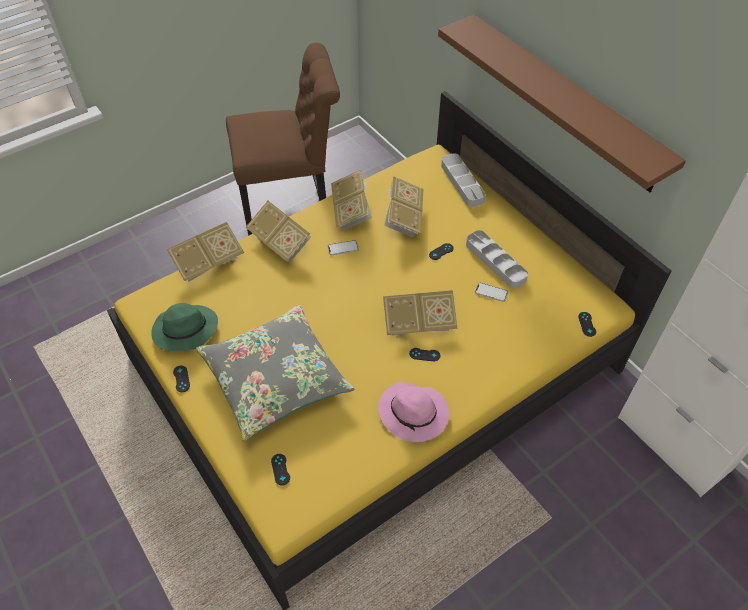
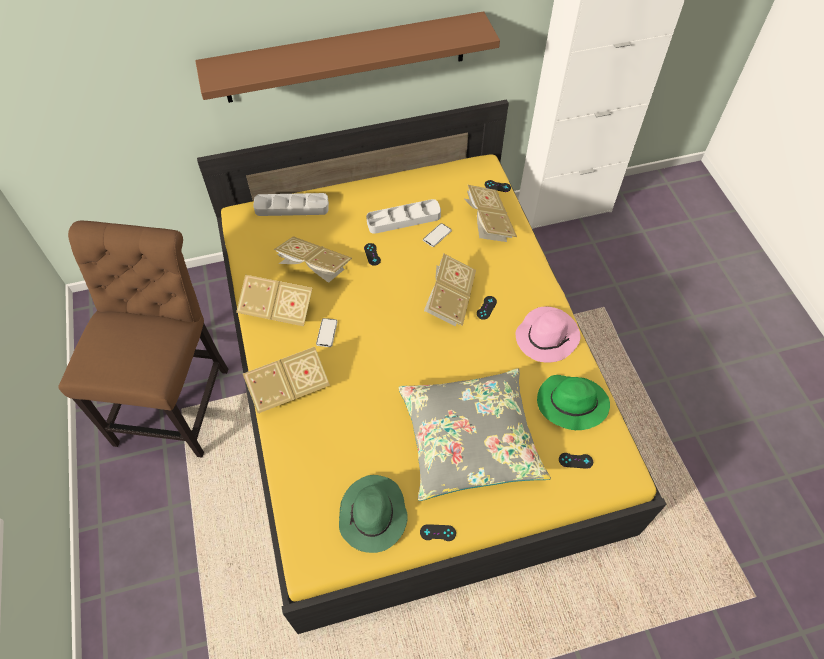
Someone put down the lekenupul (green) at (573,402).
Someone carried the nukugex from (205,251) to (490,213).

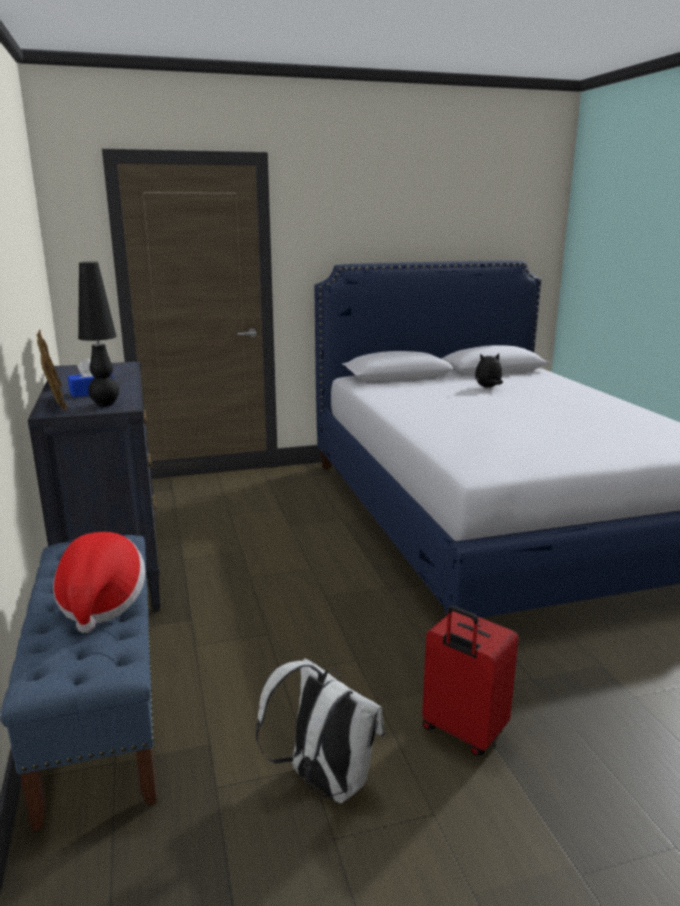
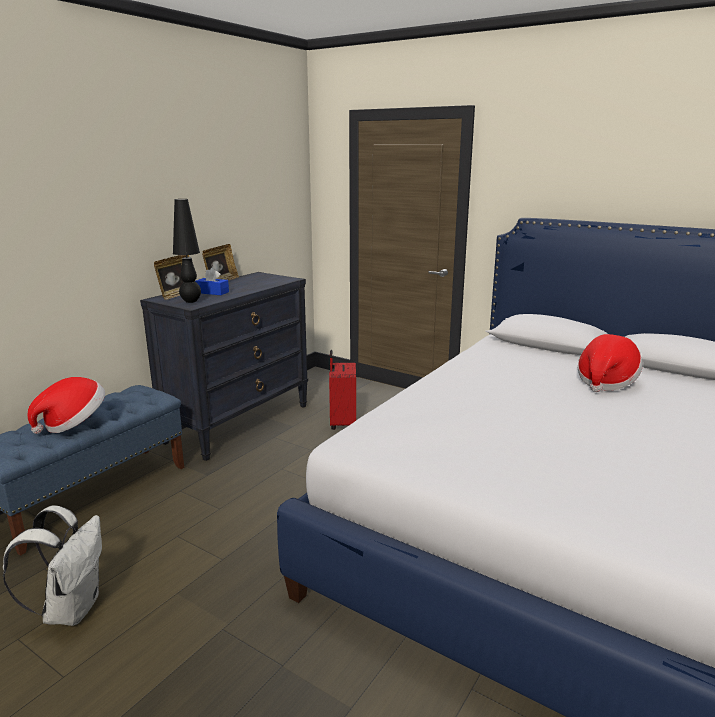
Someone carried the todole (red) from (470,680) to (342,390).
Someone swapped the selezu at (489,370) for the lekenupul at (610,363).

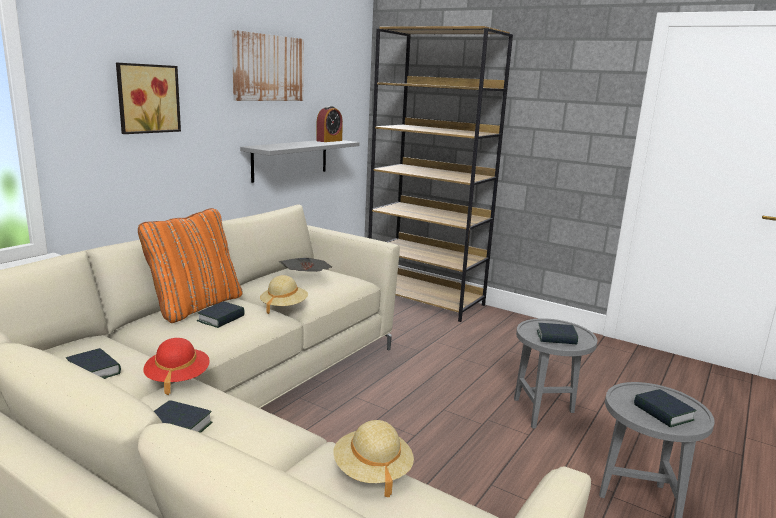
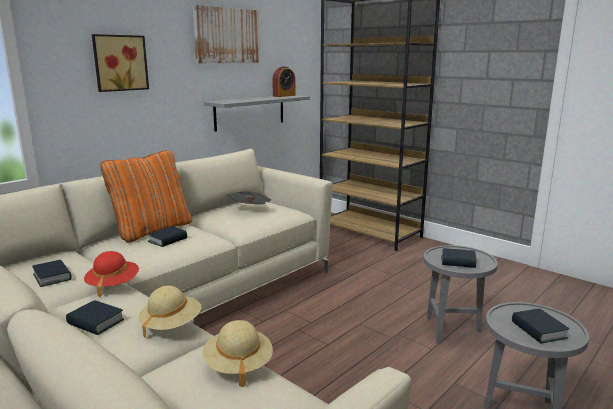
Someone carried the lekenupul (beige) from (284,294) to (170,312).

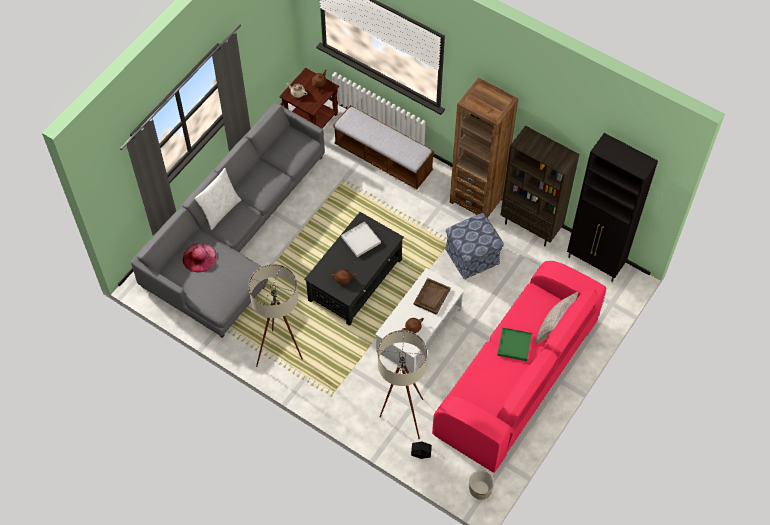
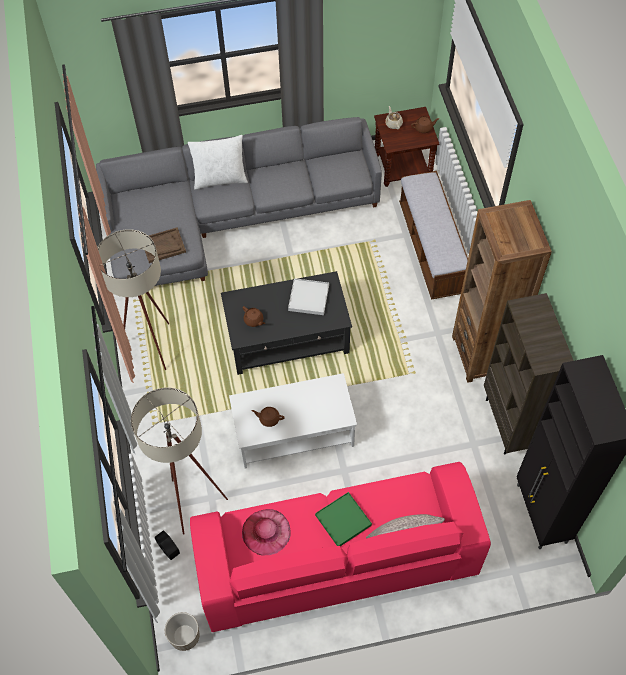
Someone took away the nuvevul at (474,246).
Someone carried the lekenupul (pink) from (200,257) to (266,532).
Someone carried the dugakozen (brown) from (432,296) to (165,245).

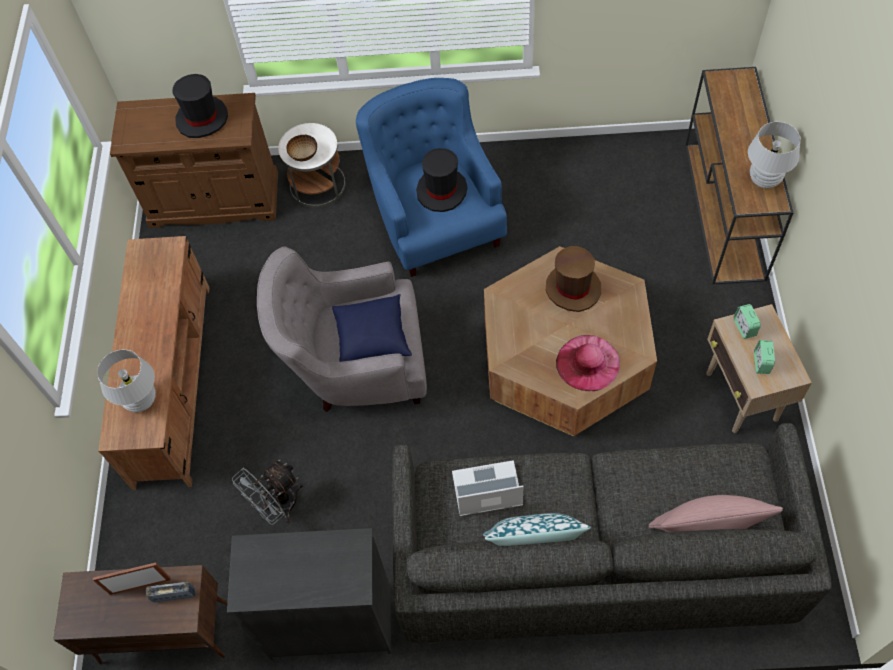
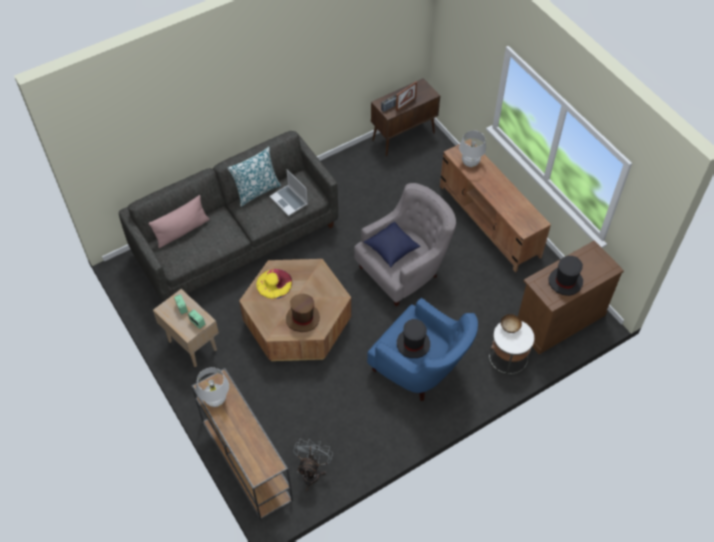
Someone took away the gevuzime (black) at (309,594).
Someone carried the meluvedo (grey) from (267,492) to (313,464).
Someone repainted the lekenupul (pink) at (588,363), which became the lekenupul (yellow) at (274,284).
Someone rotated the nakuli at (487,488) by 90 degrees clockwise.

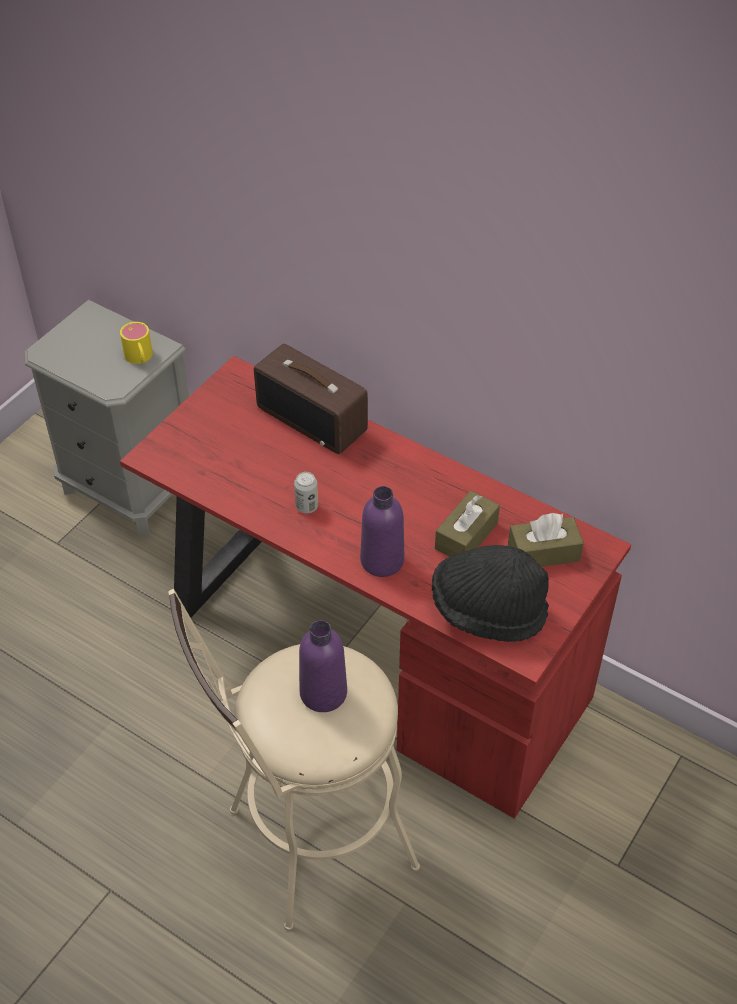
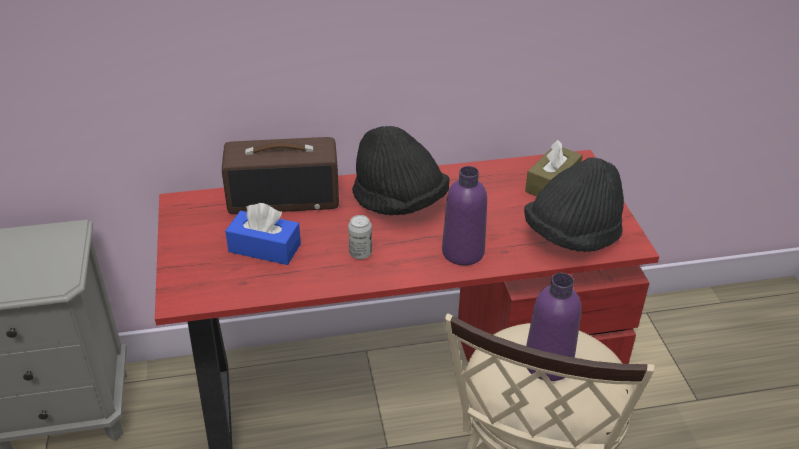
Someone took away the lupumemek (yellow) at (136,343).
Someone took away the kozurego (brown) at (467,524).
Someone put down the kozurego (blue) at (263,234).
Someone put down the lekenupul (black) at (401,170).

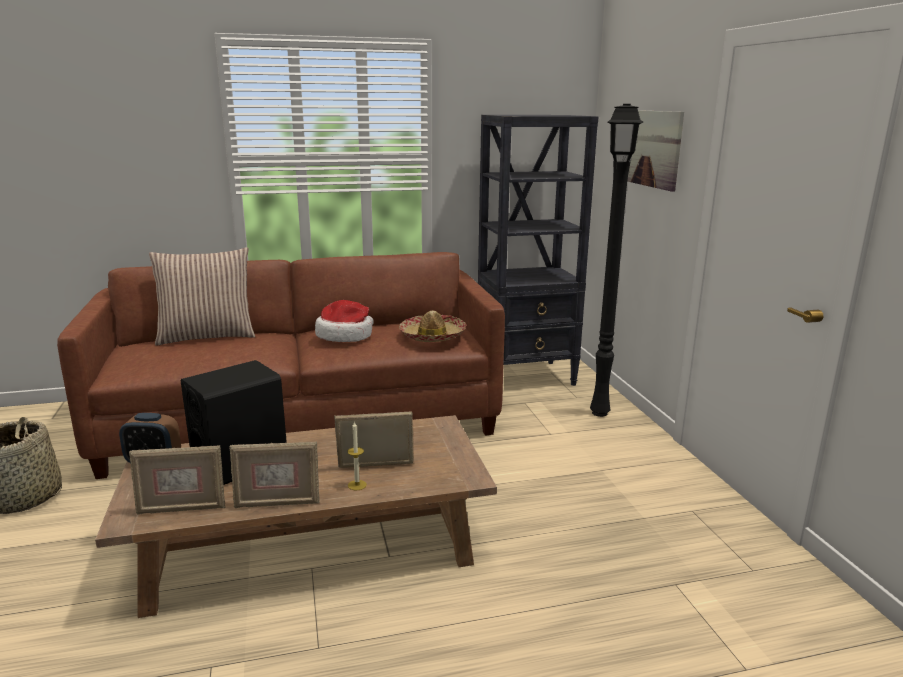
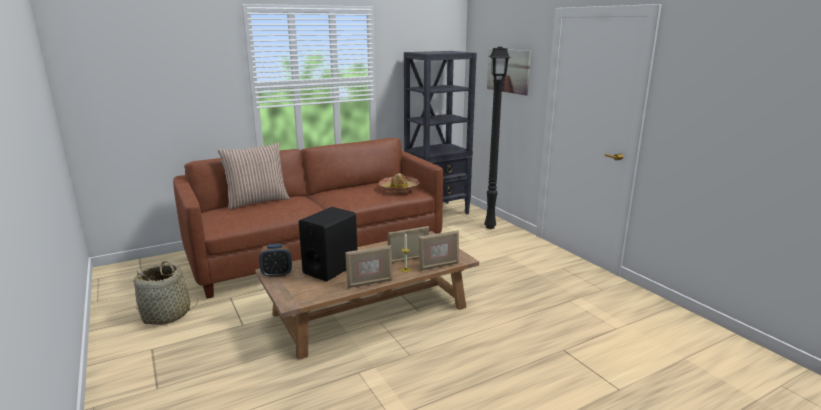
Someone took away the lekenupul at (344,321).
Someone carried the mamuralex from (177,480) to (439,250).

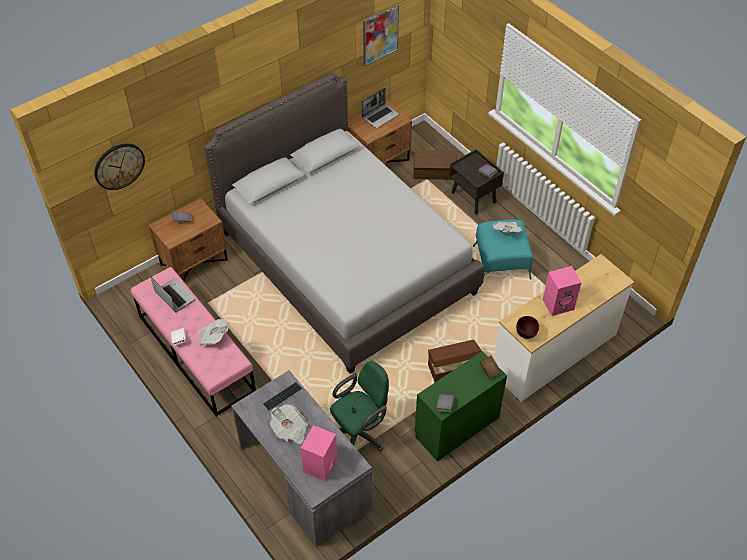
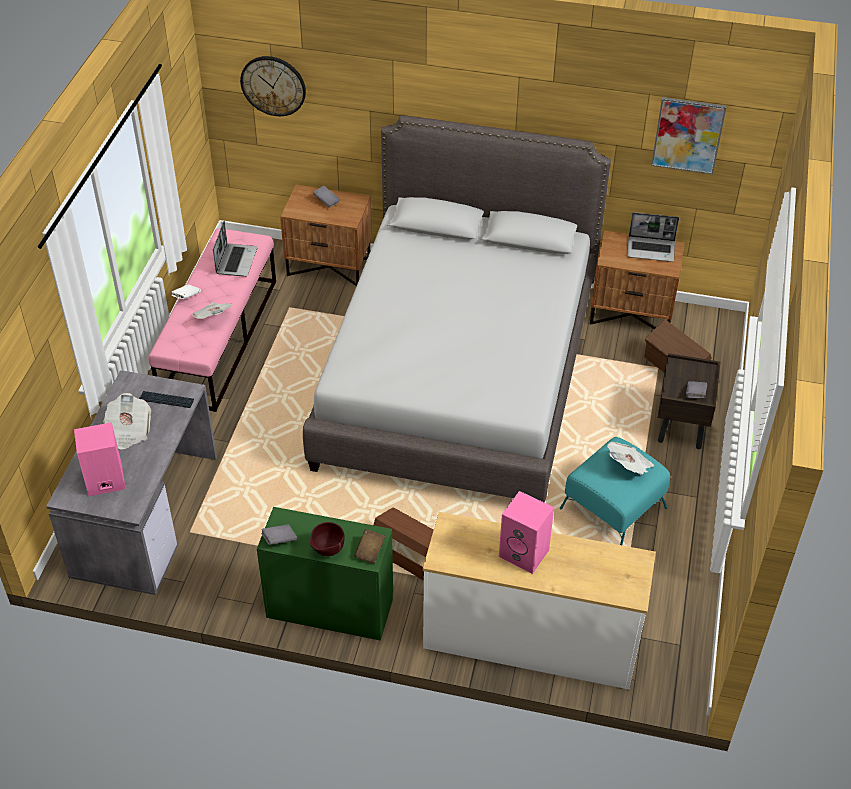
Someone took away the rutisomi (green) at (359,406).
Someone carried the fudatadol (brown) from (527,327) to (327,539).

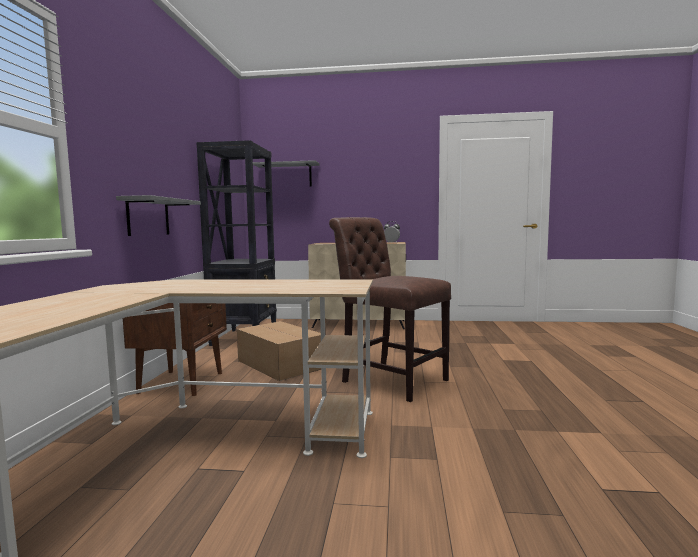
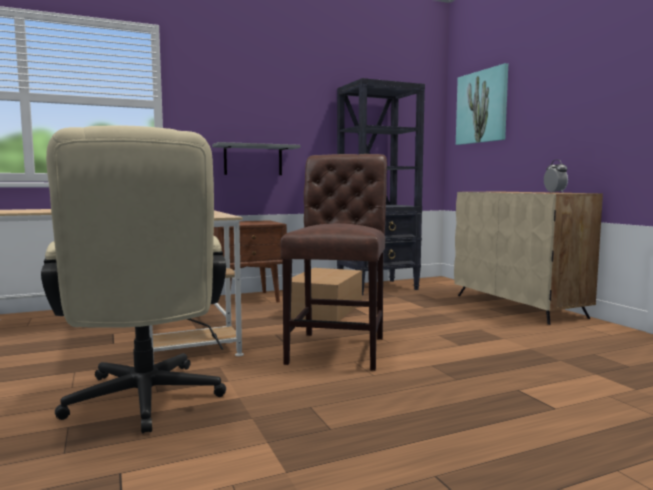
Someone put down the rutisomi (beige) at (133,279).
Someone swapped the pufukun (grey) at (286,173) for the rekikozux at (482,104).

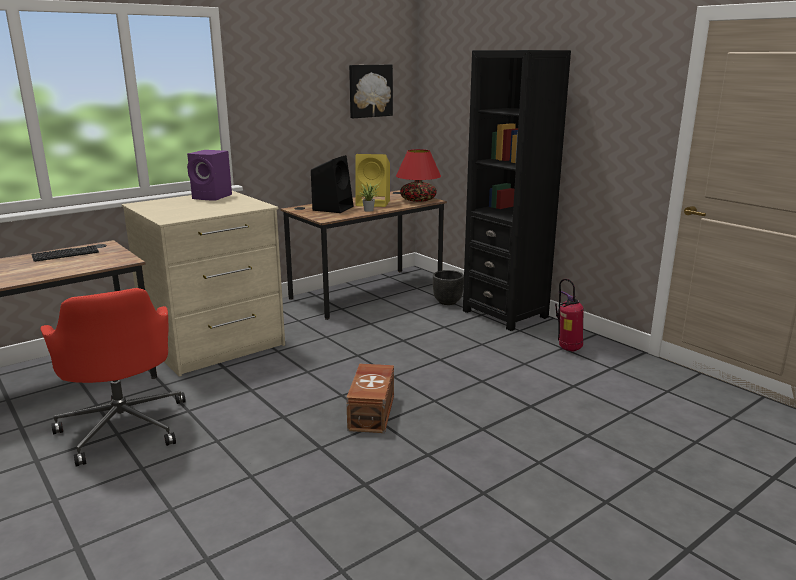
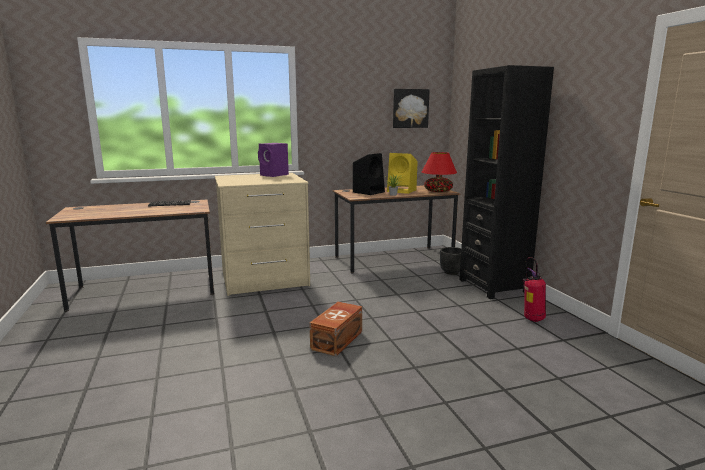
Someone took away the rutisomi (red) at (113,377).

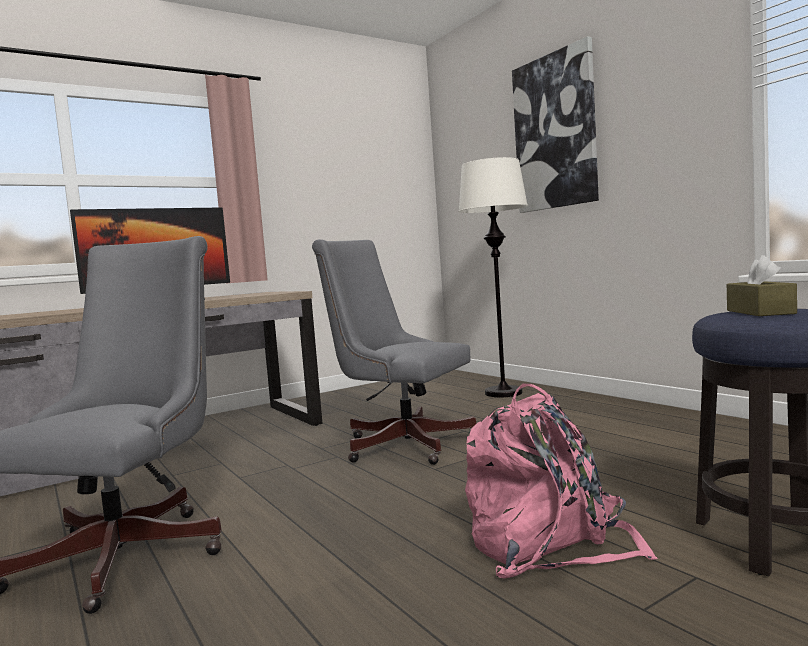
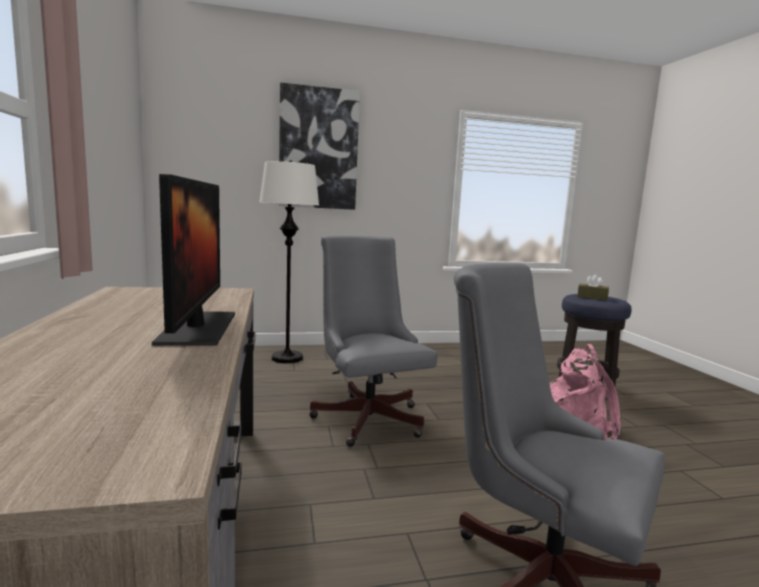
Someone rotated the rutisomi (grey) at (394,352) by 105 degrees clockwise.

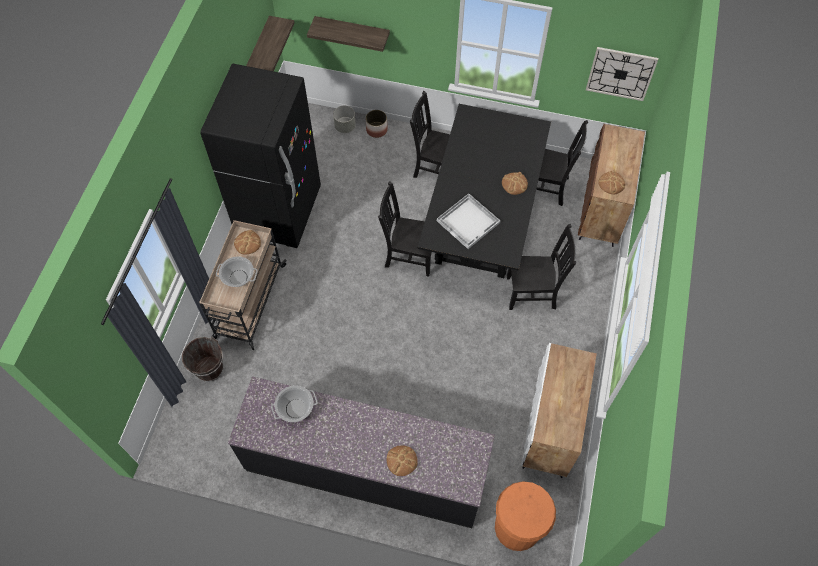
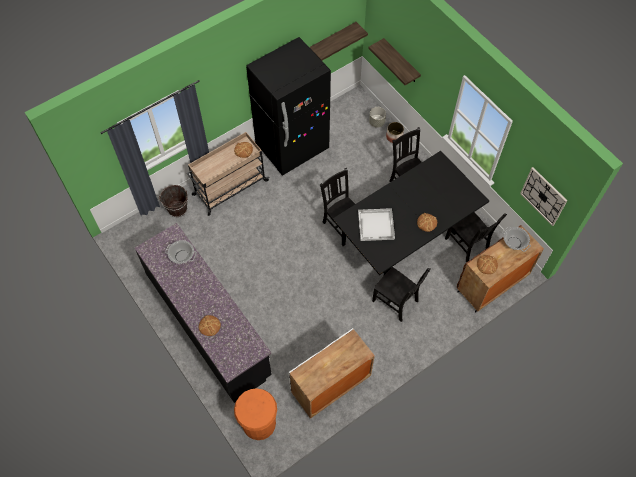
Someone carried the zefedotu from (237,271) to (516,239).

